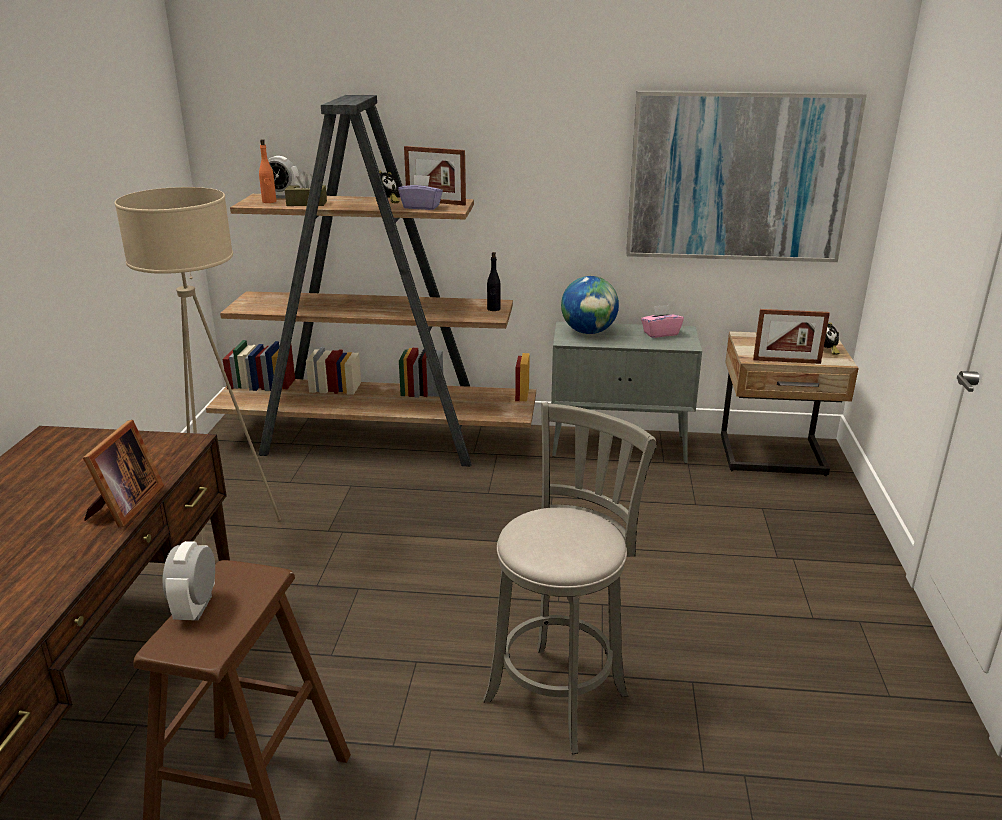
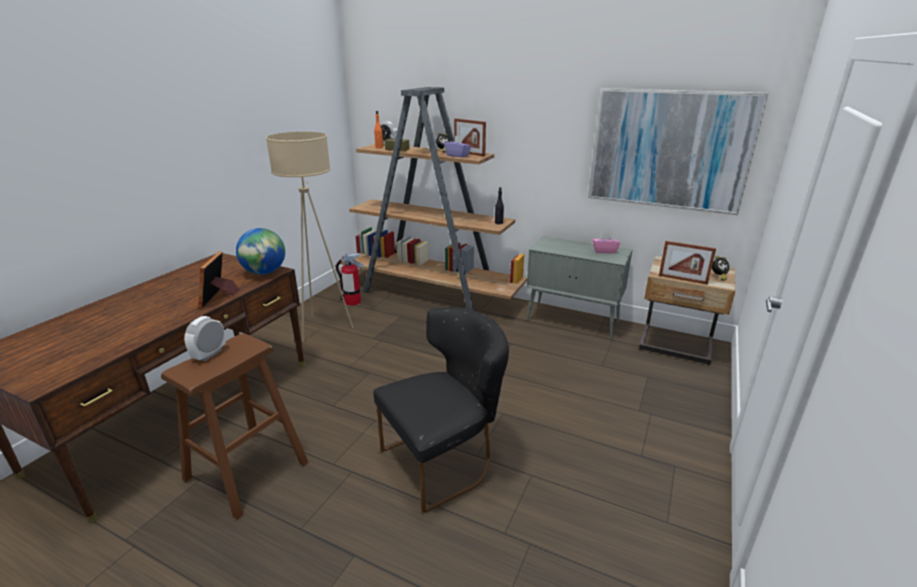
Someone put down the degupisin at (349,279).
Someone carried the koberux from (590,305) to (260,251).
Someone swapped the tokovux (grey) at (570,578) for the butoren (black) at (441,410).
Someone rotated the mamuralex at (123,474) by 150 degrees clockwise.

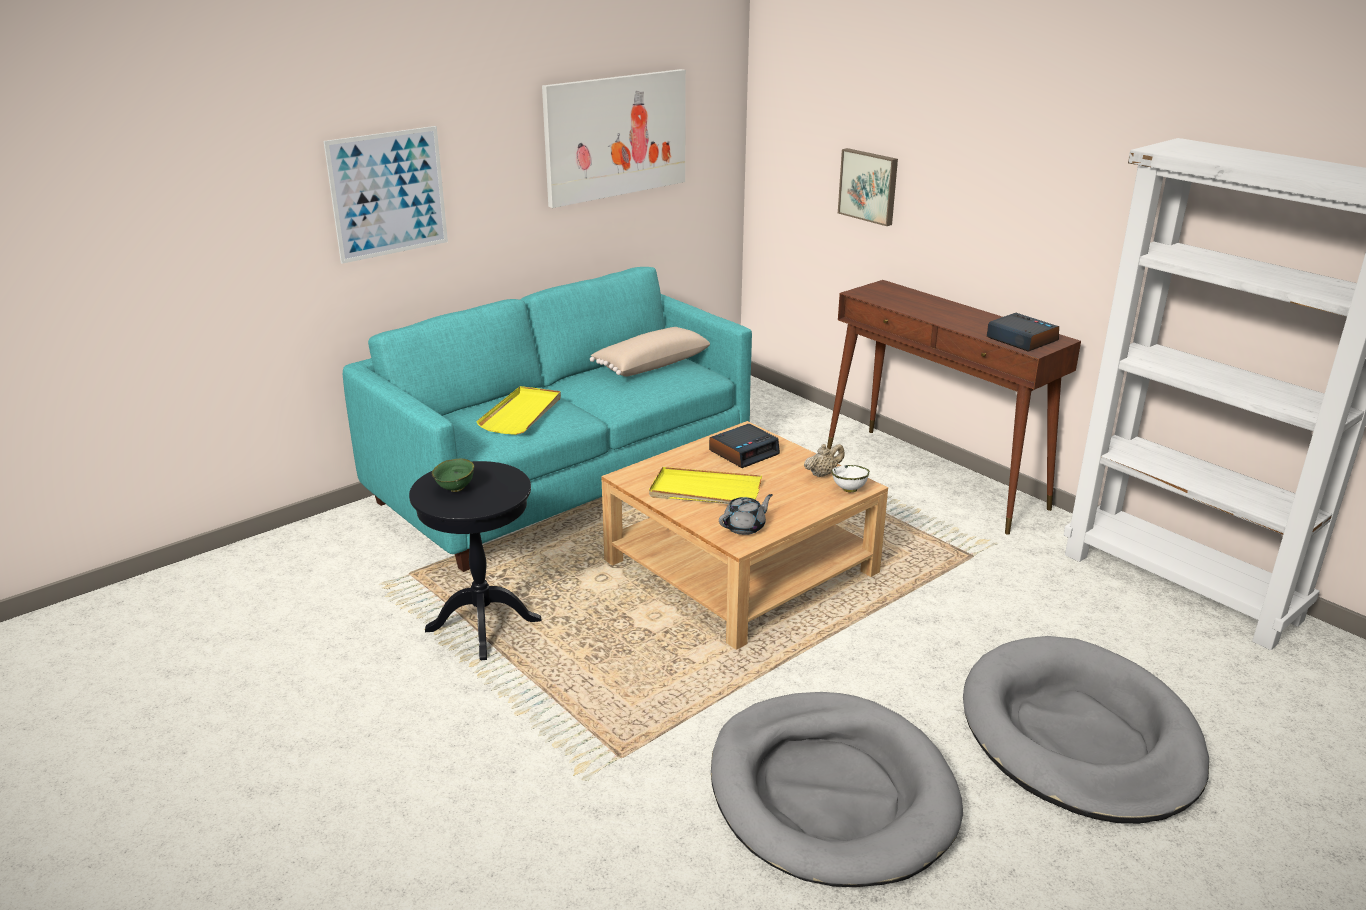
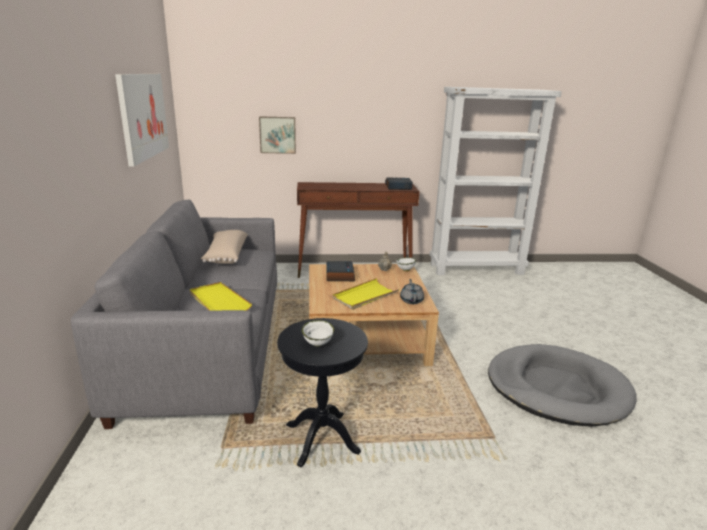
Someone took away the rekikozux at (385,195).
Someone took away the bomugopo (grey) at (1086,730).
Someone repainted the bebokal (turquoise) at (547,419), which became the bebokal (grey) at (174,314).
Someone repainted the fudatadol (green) at (453,475), which became the fudatadol (white) at (318,333).

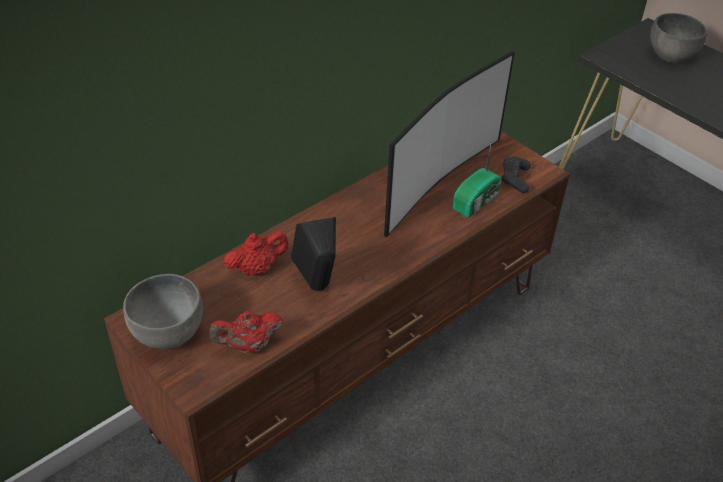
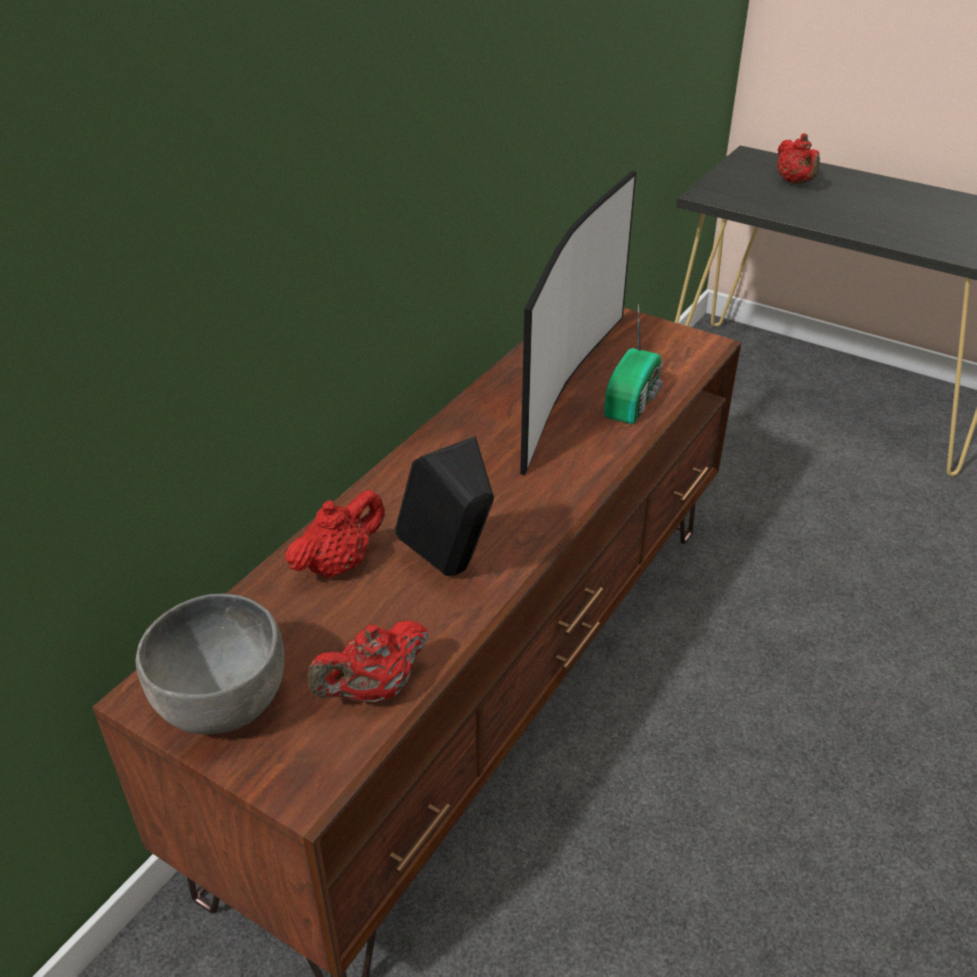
Someone took away the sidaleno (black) at (516,174).
Someone swapped the fudatadol (grey) at (678,38) for the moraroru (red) at (798,158).

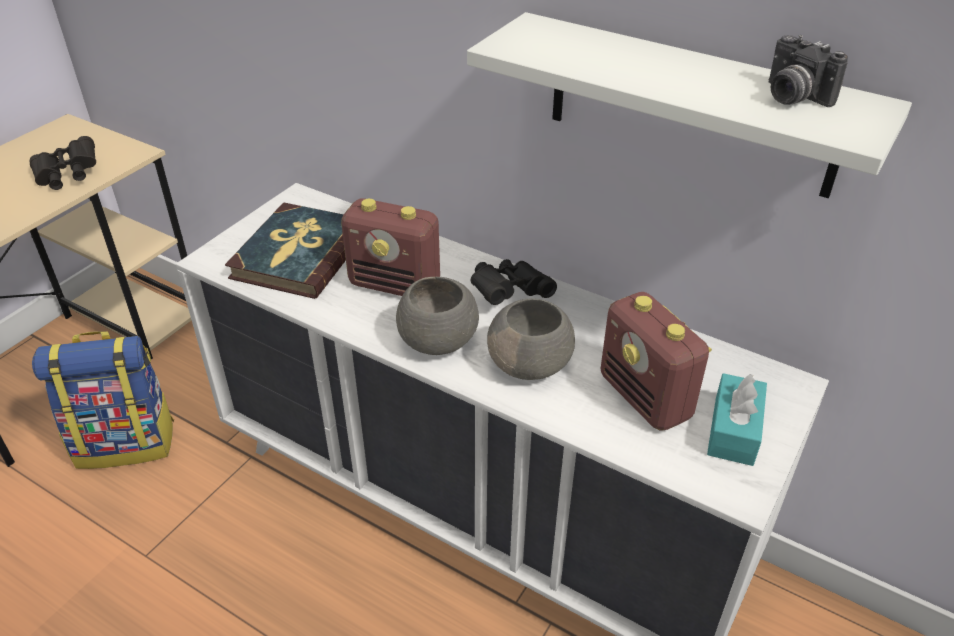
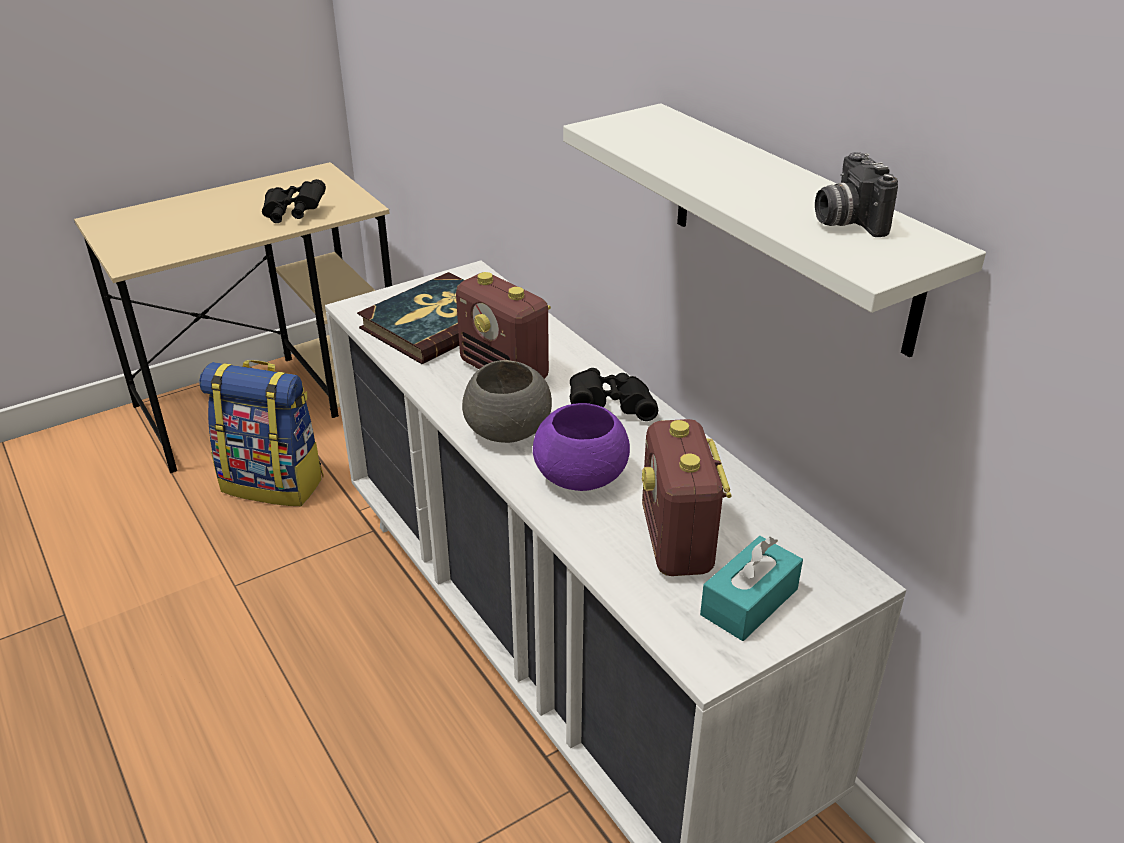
Someone repainted the fudatadol (grey) at (531,339), which became the fudatadol (purple) at (581,447).

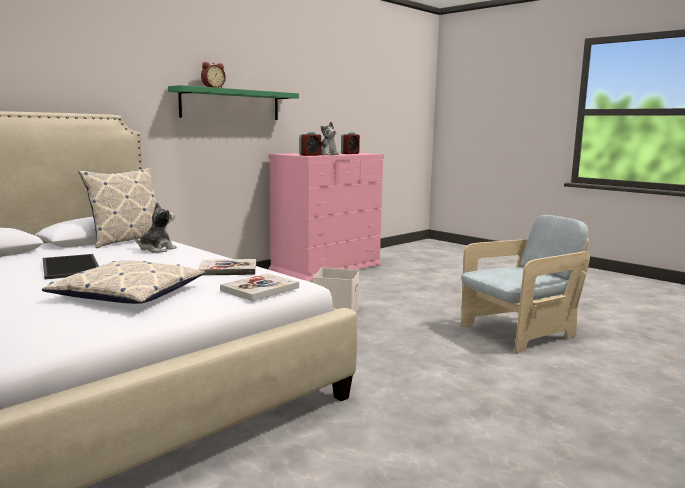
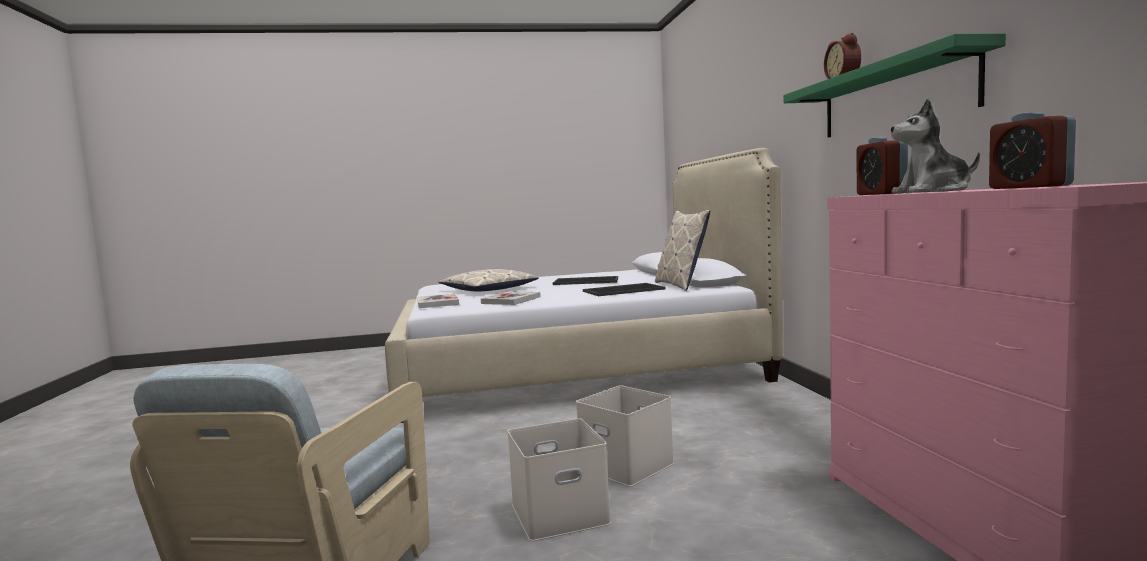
Someone put down the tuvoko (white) at (559,479).
Someone swapped the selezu at (155,227) for the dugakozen at (624,289).

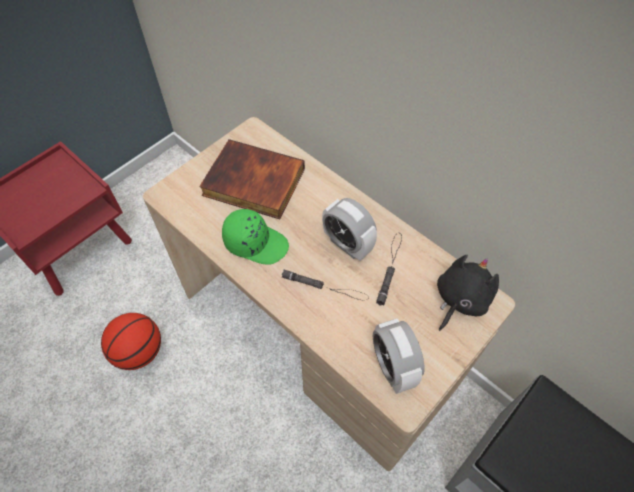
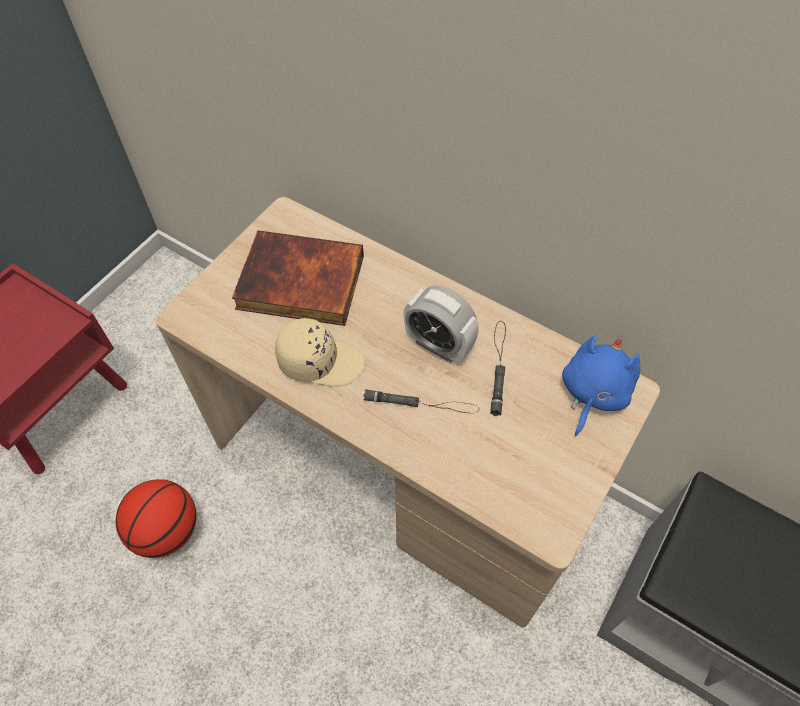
Someone took away the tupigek at (399,356).
Someone repainted the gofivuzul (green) at (255,237), which became the gofivuzul (beige) at (320,352).
Someone repainted the selezu (black) at (468,293), which became the selezu (blue) at (601,386).

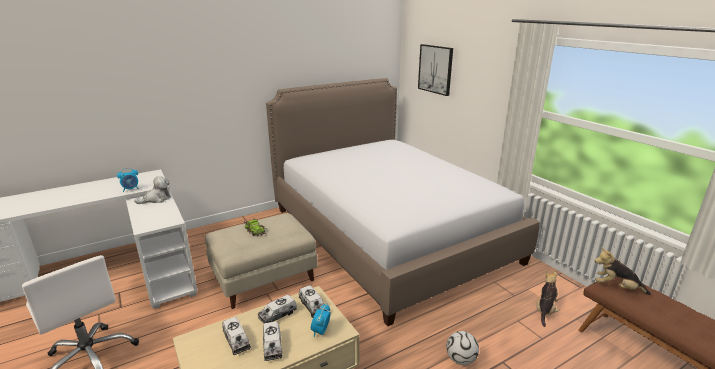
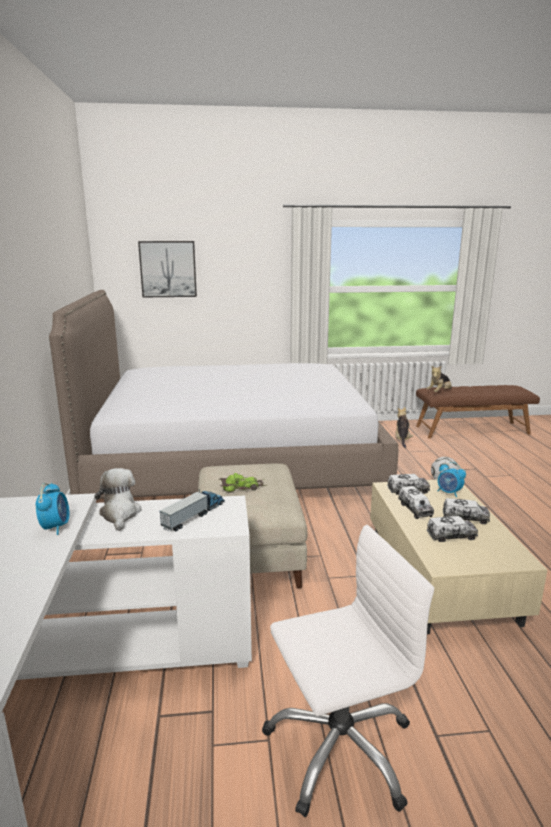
Someone put down the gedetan at (192,510).
Someone rotated the selezu at (548,299) by 45 degrees clockwise.

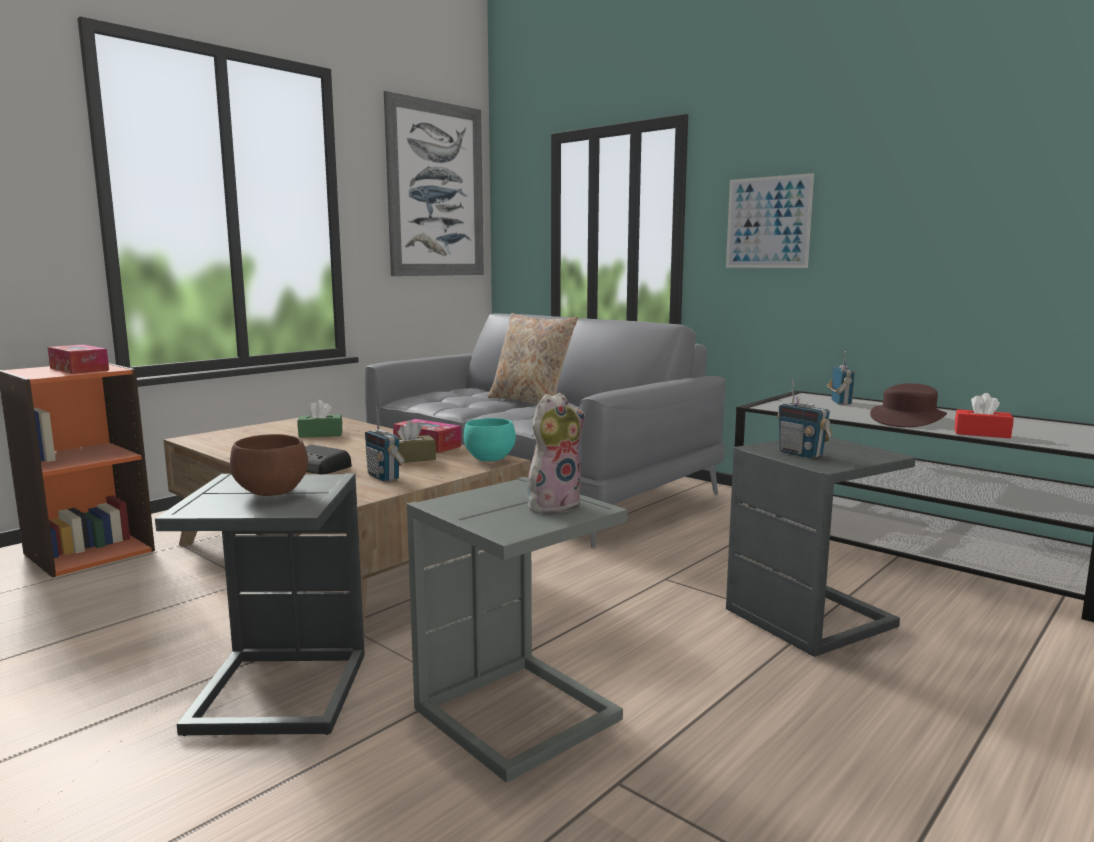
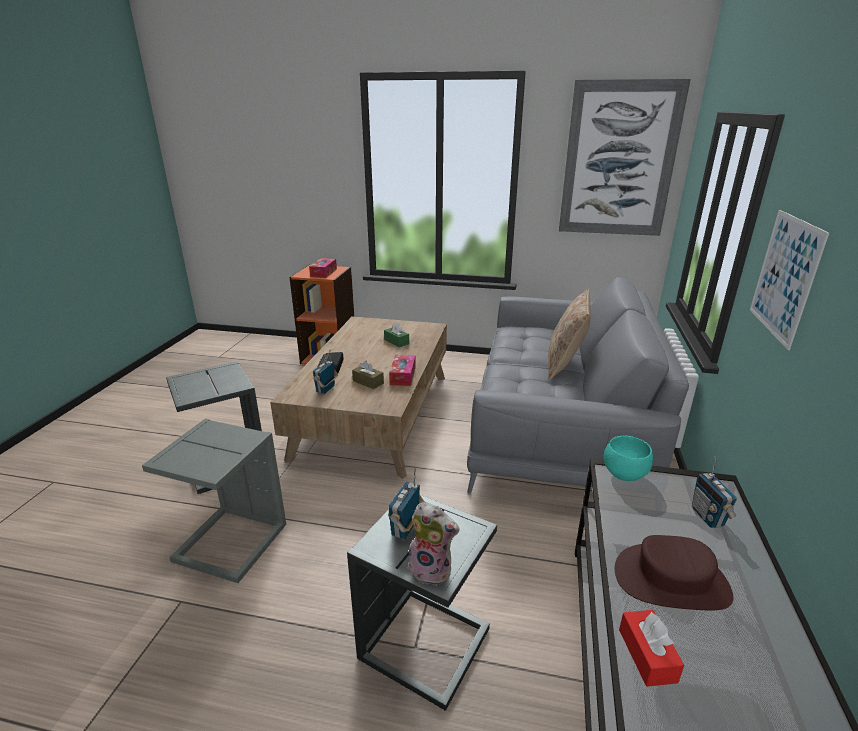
Someone took away the fudatadol (brown) at (269,465).
Someone carried the fudatadol (turquoise) from (490,440) to (628,458).
Someone carried the selezu from (556,454) to (434,544).
Someone rotated the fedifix at (841,378) by 105 degrees clockwise.

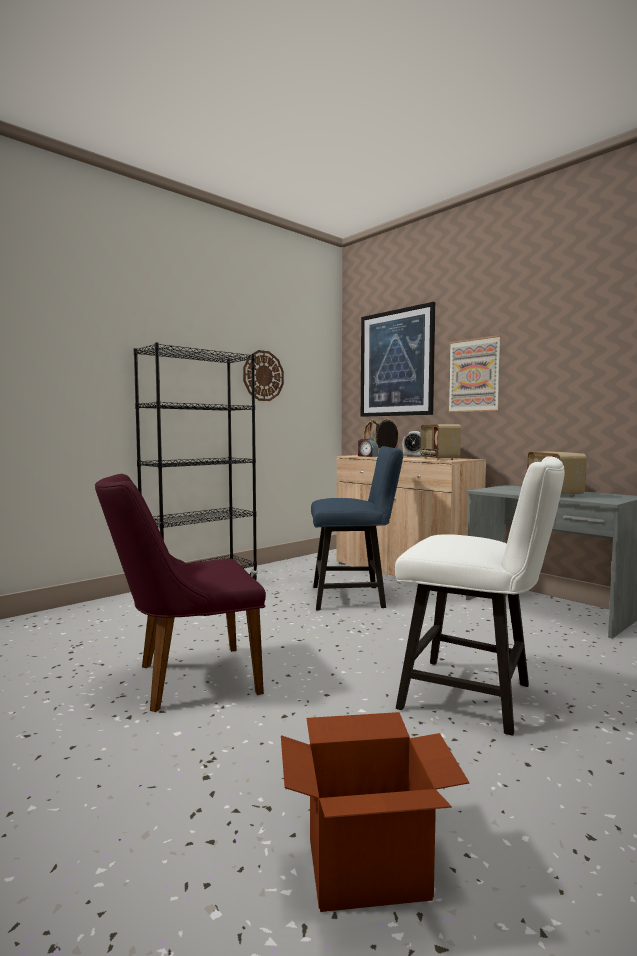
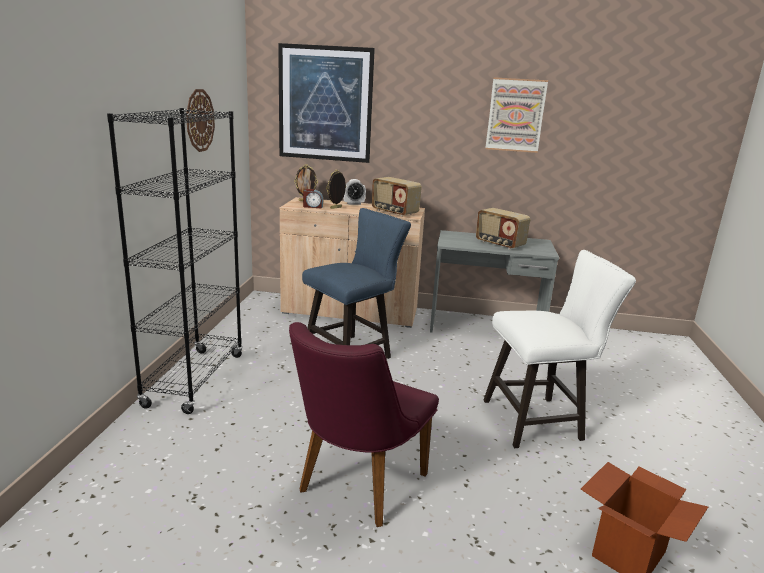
Someone carried the rekikozux from (474,374) to (517,115).

